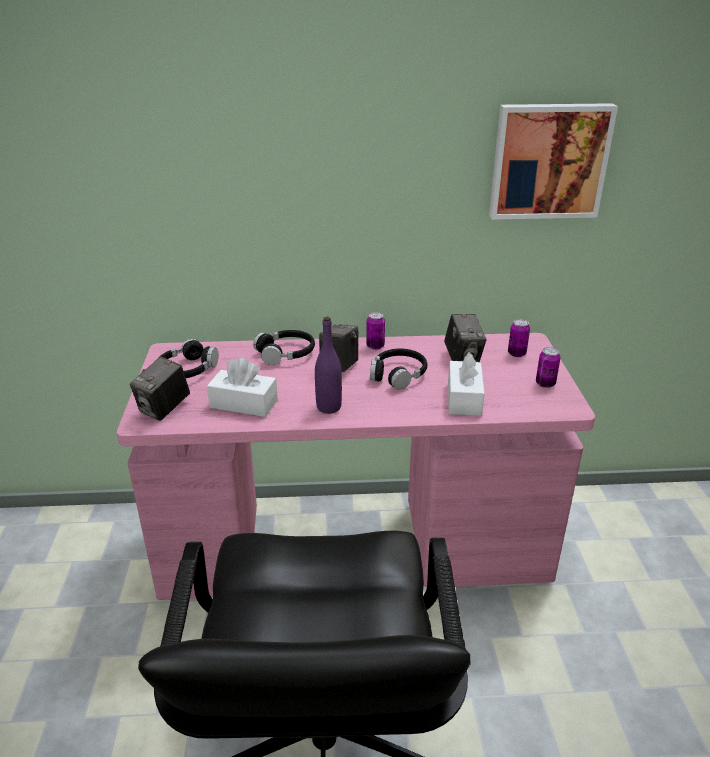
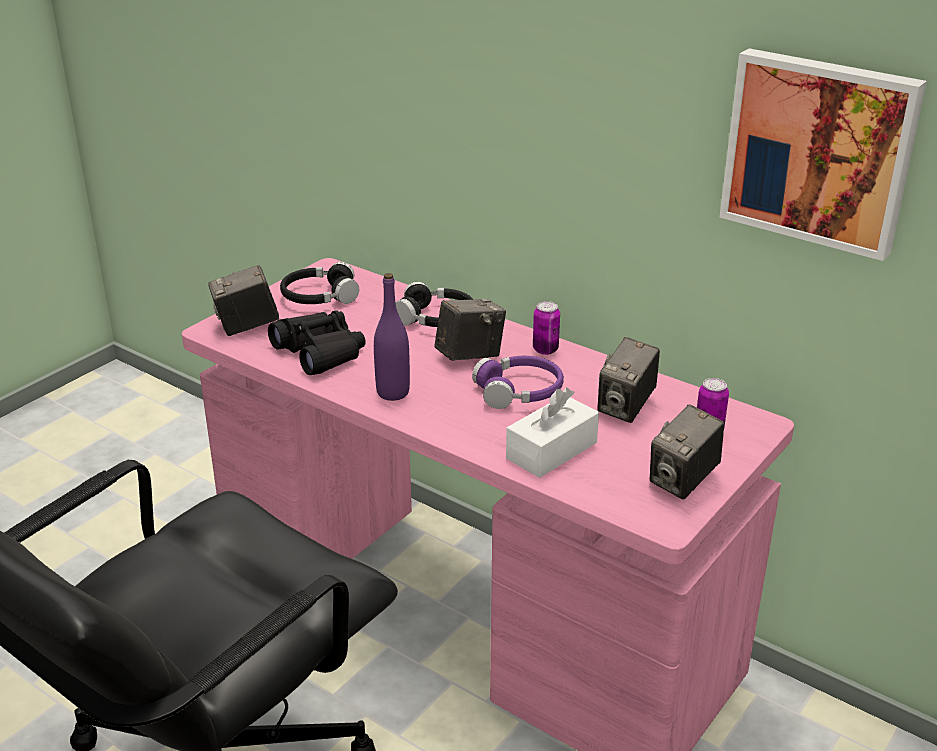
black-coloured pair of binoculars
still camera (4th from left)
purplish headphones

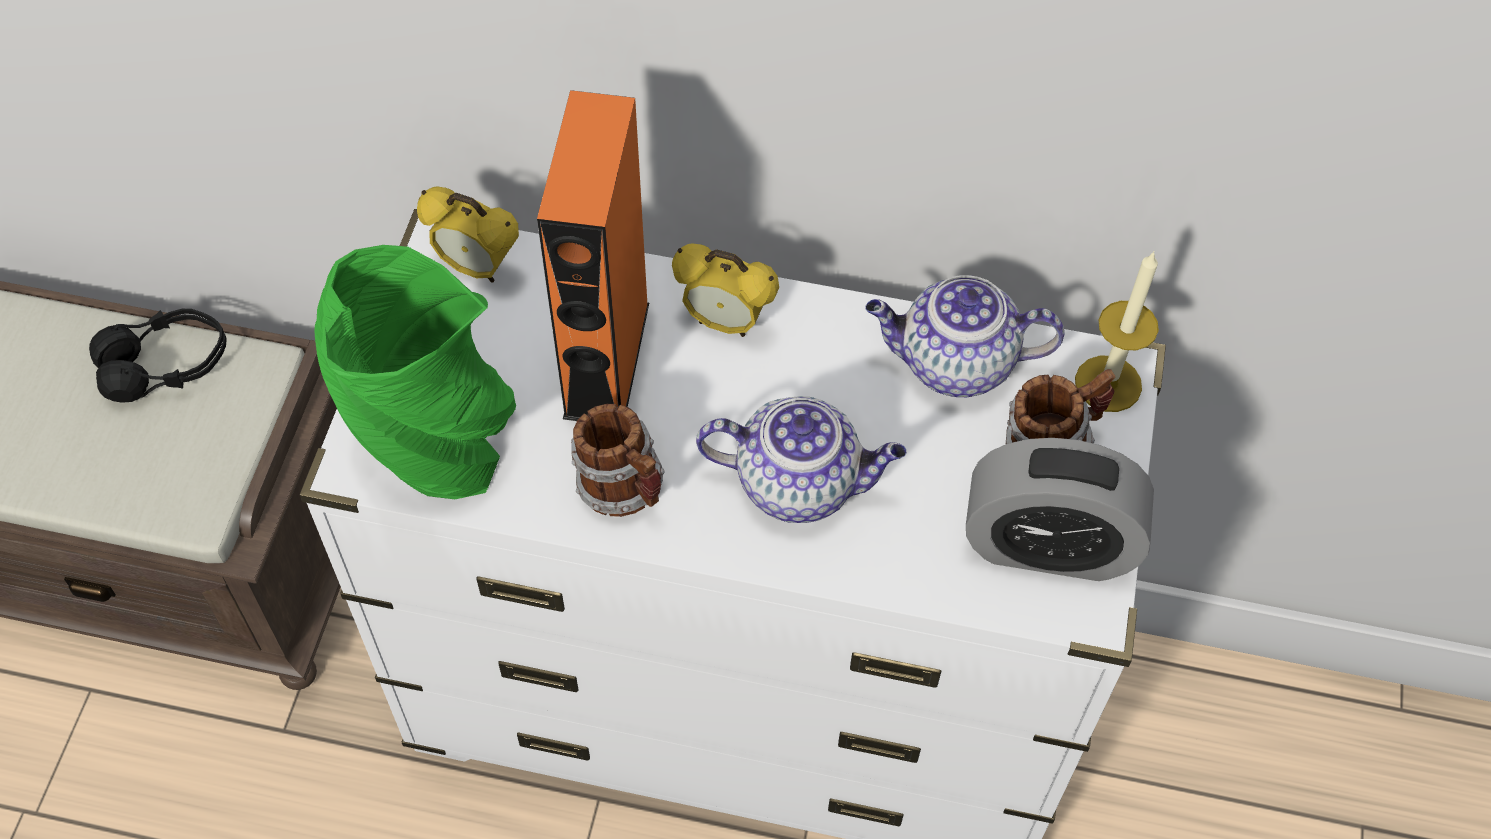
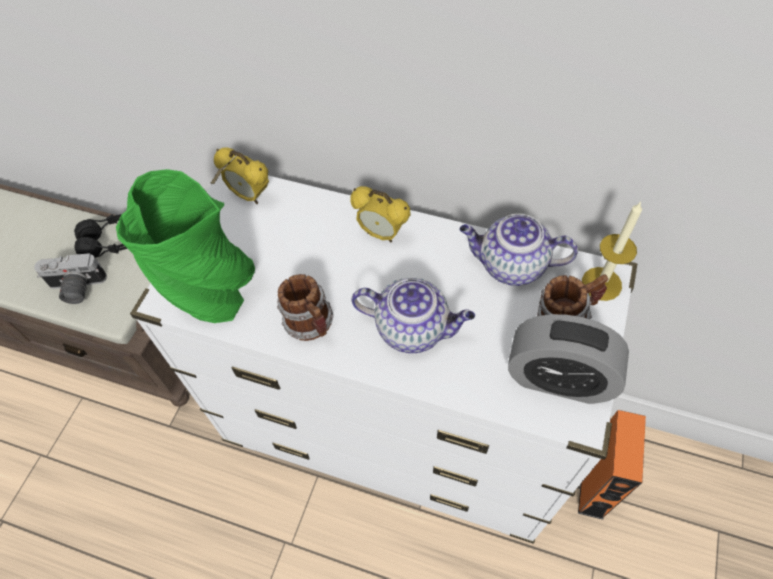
still camera
orangey audio speaker

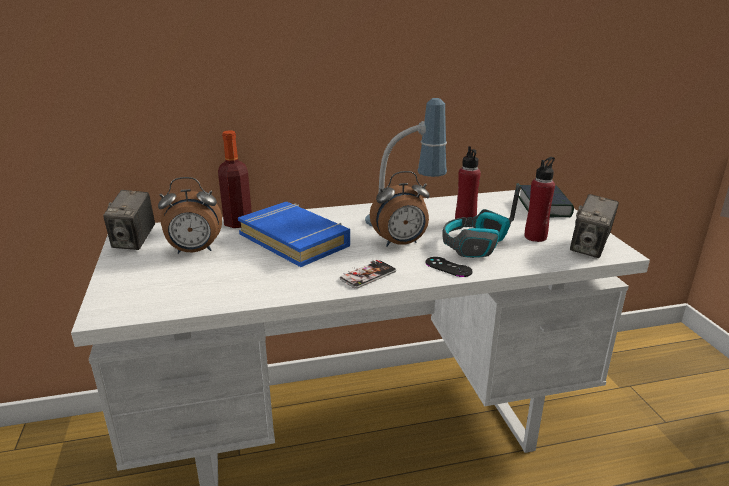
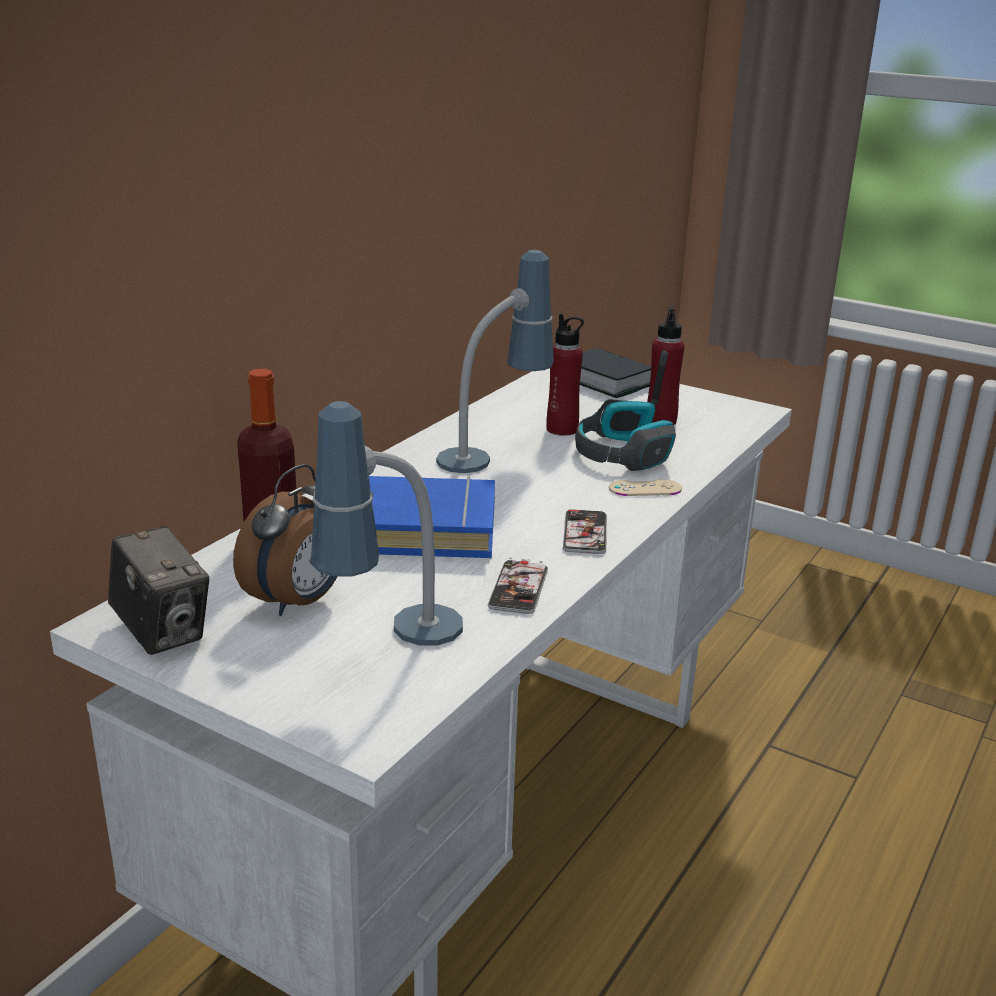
alarm clock (2nd from left in the first image)
still camera (2nd from left in the first image)
table lamp (1st from left)
phone (1st from left)
sand-coloured gamepad

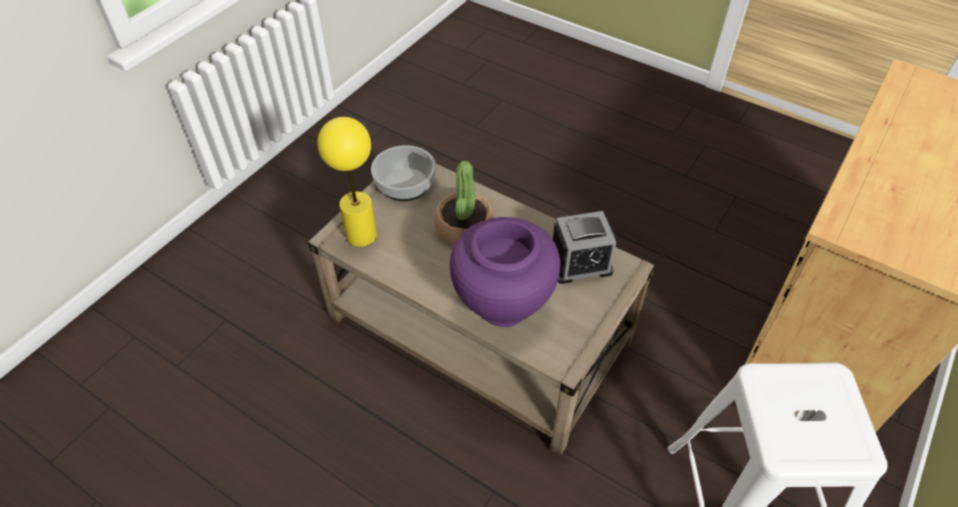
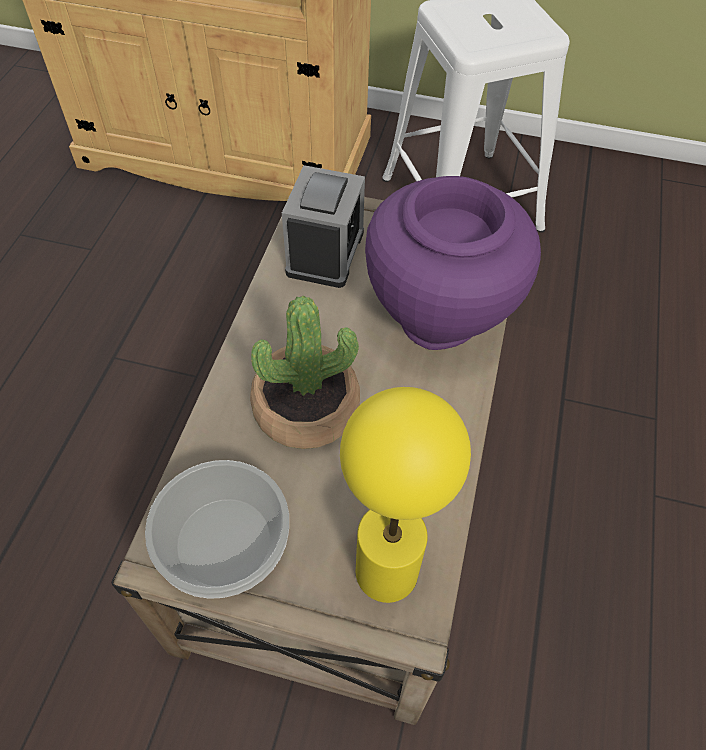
alarm clock

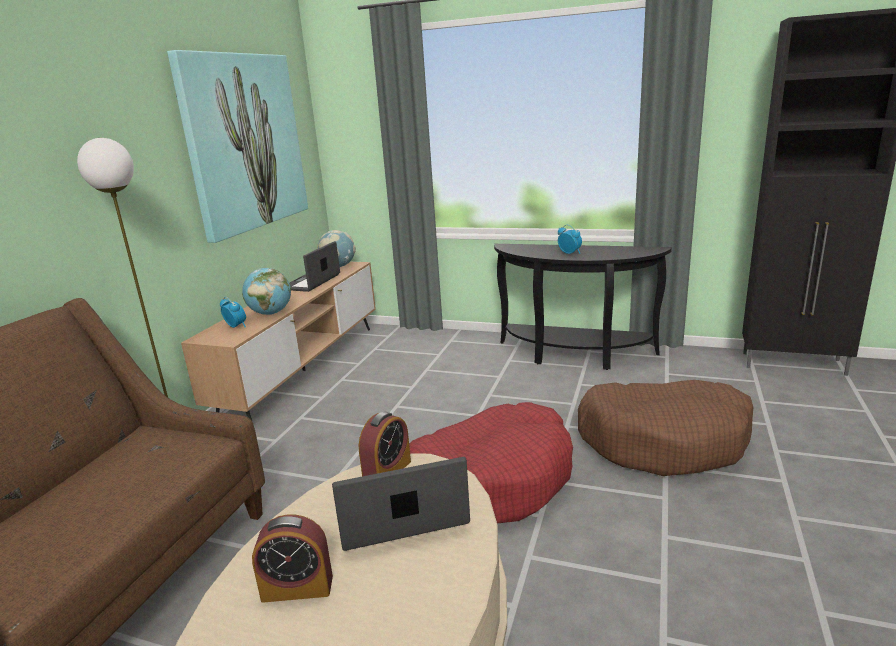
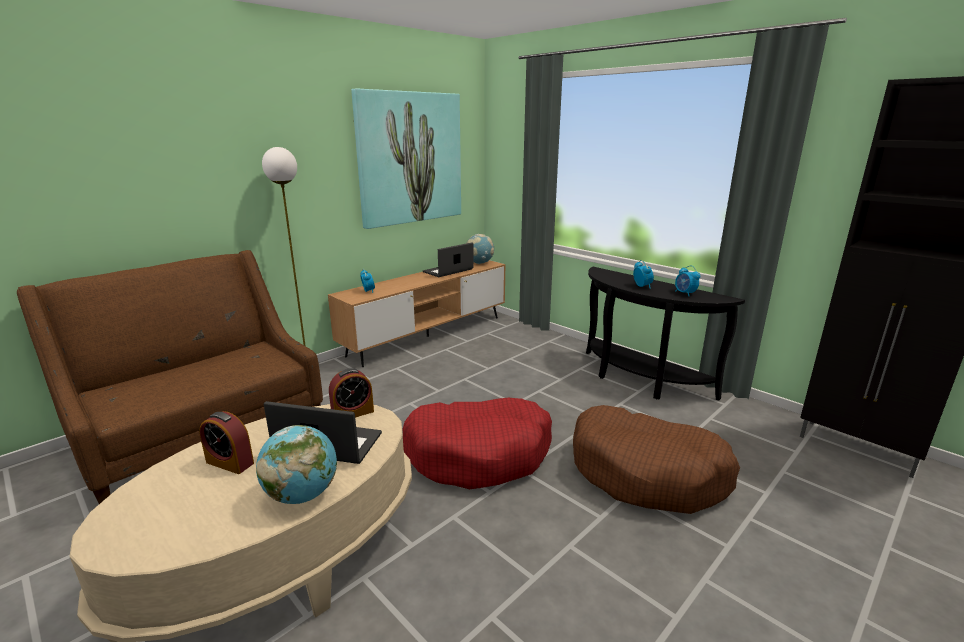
alarm clock (5th from left)
world globe (1st from left)

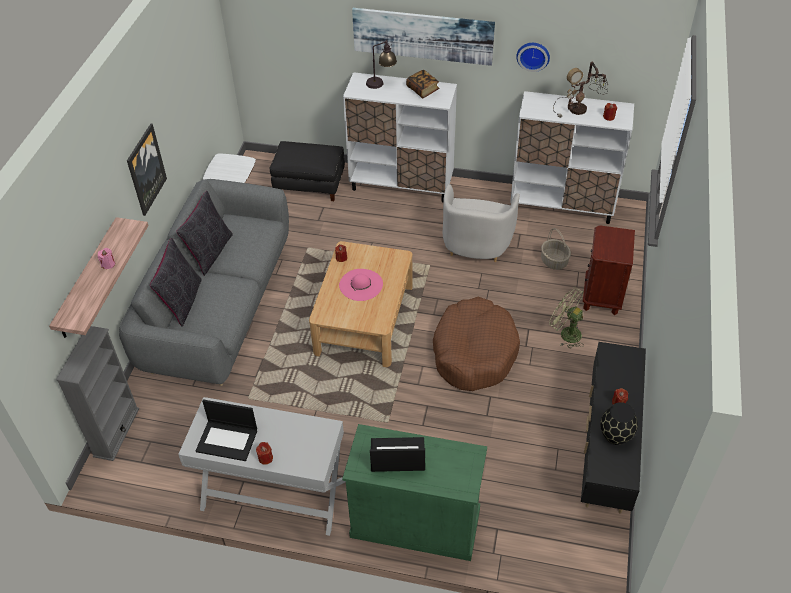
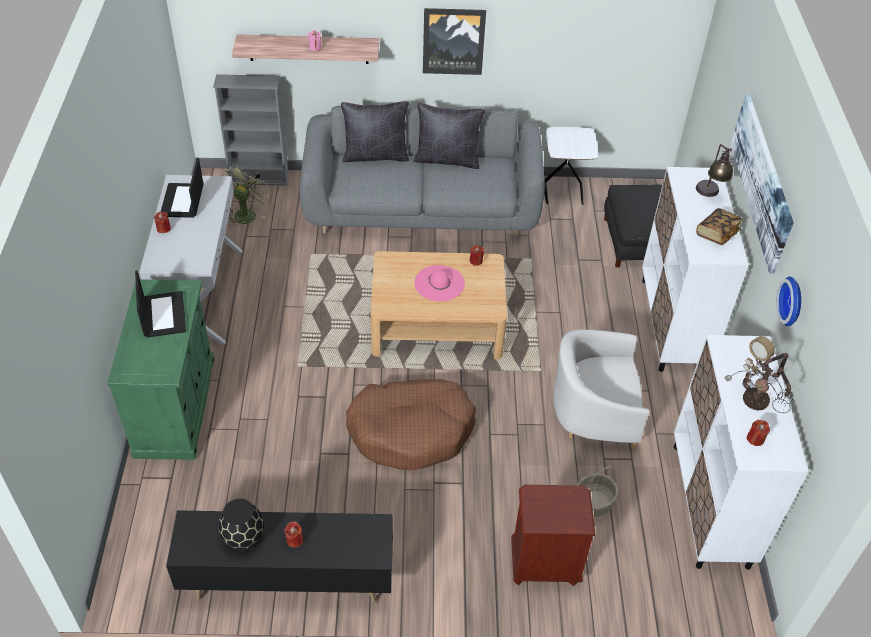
green-coloured electric fan

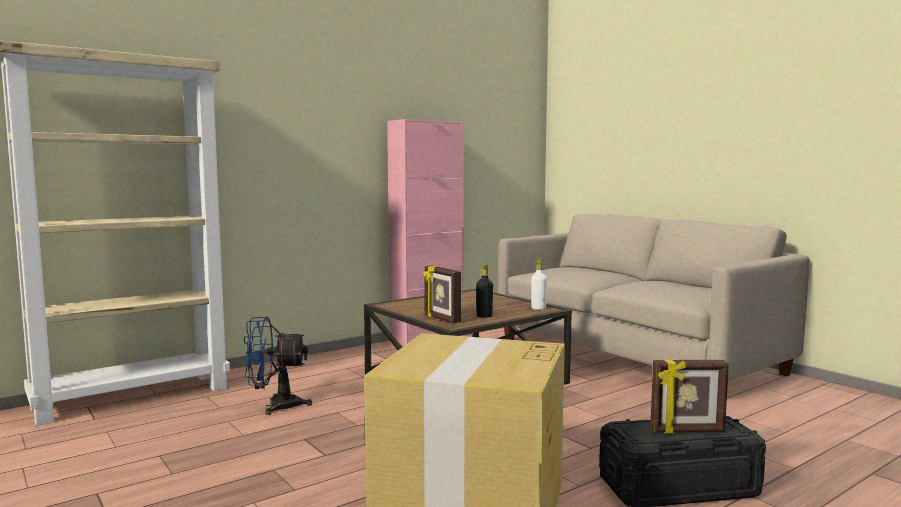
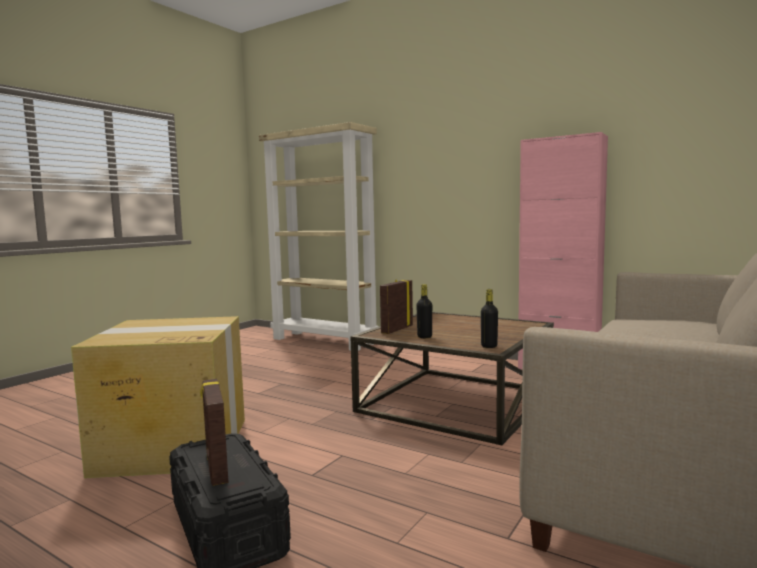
bluish electric fan
black-coloured beverage bottle (2nd from left)

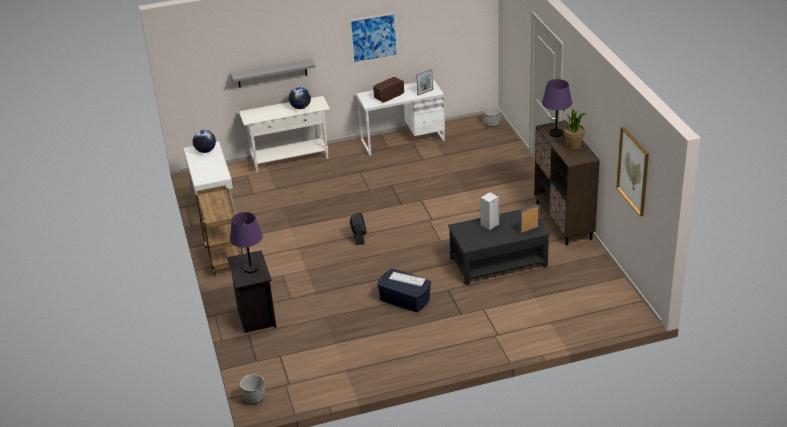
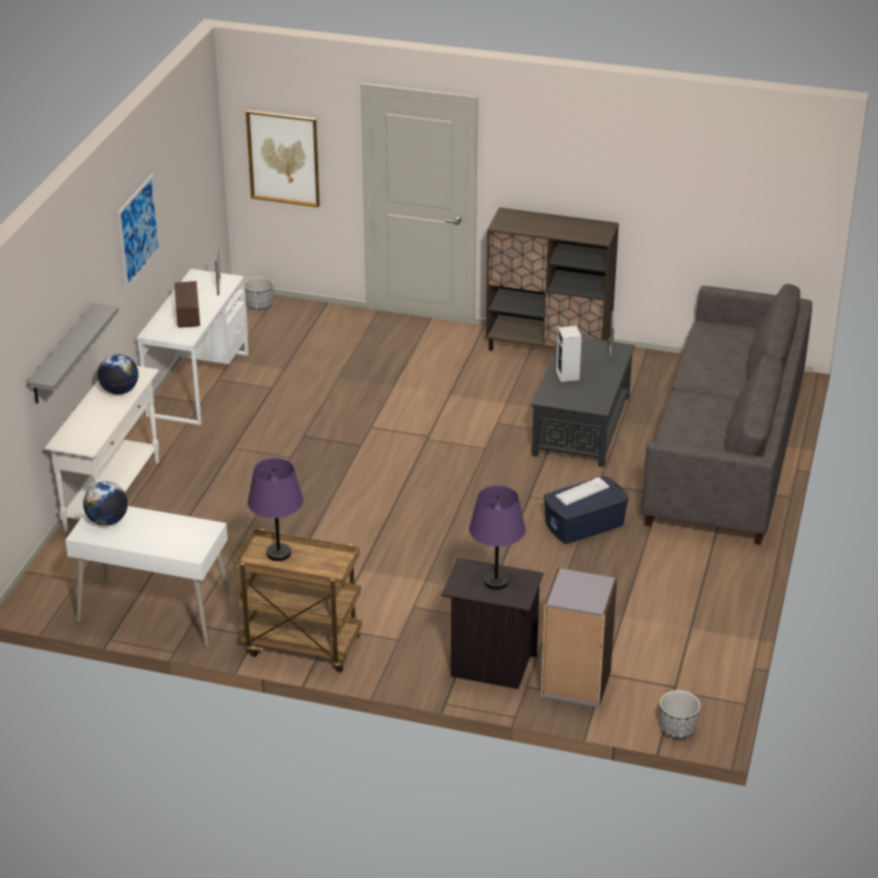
black-coloured electric fan
potted plant
gray bookshelf
gray couch
purplish table lamp (1st from left)
wall picture (2nd from left)

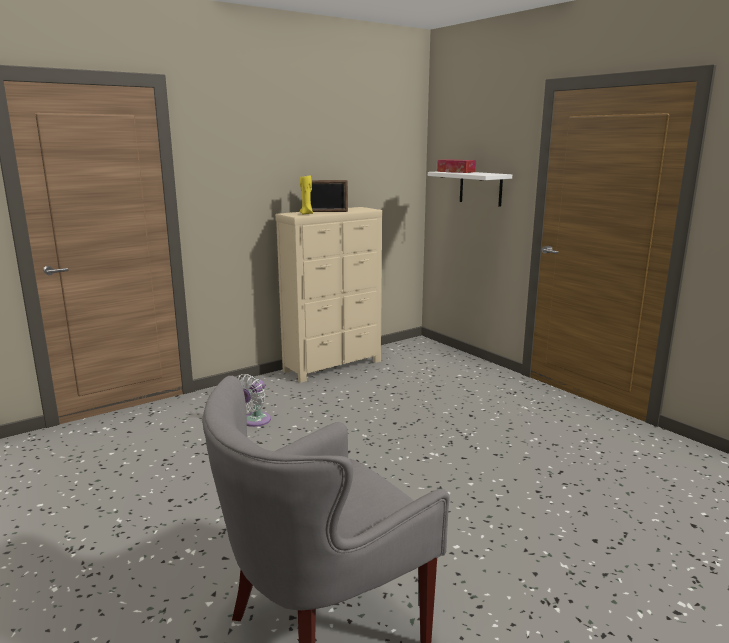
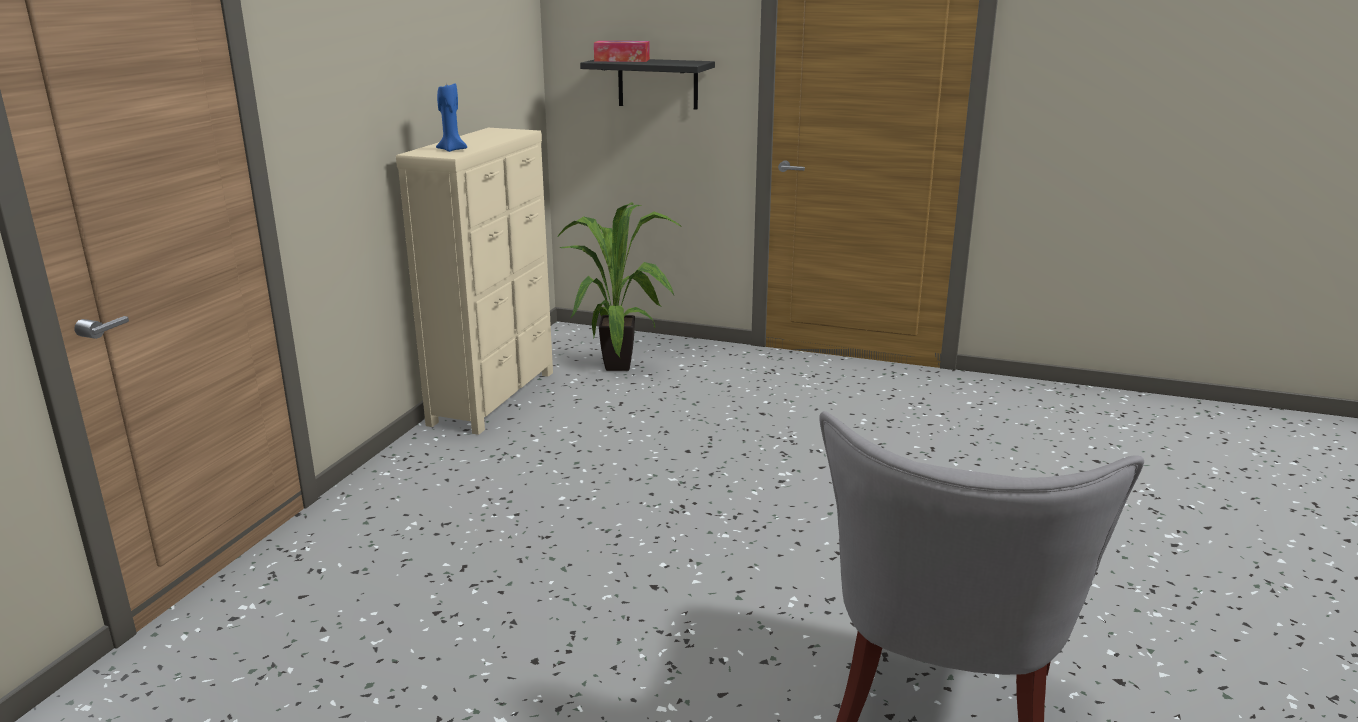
white-coloured electric fan
photo frame
potted plant
bluish wax light
black-coloured bracket shelf

